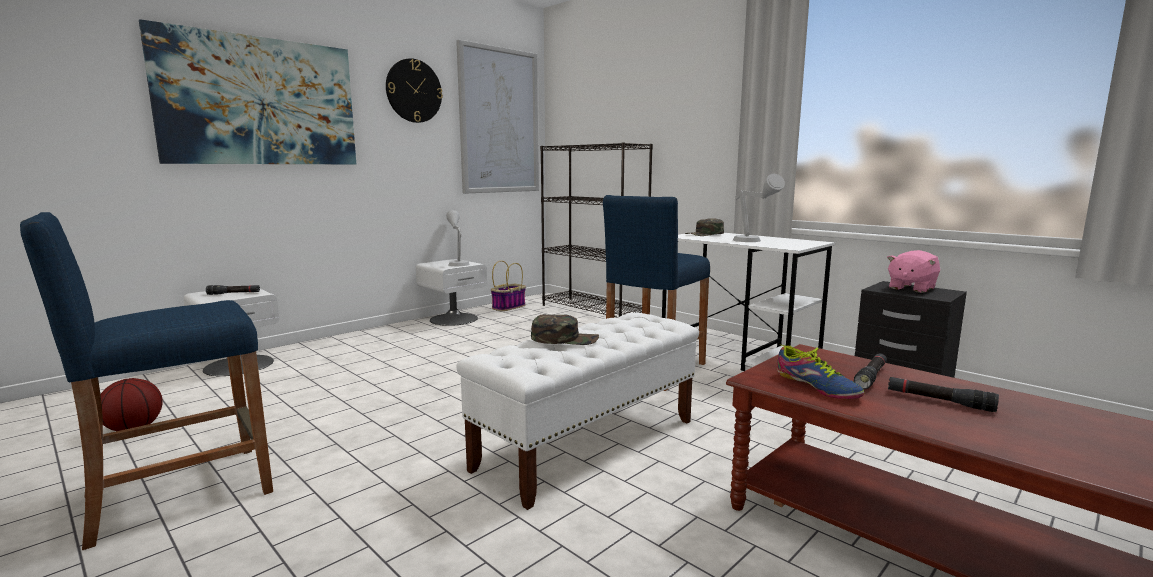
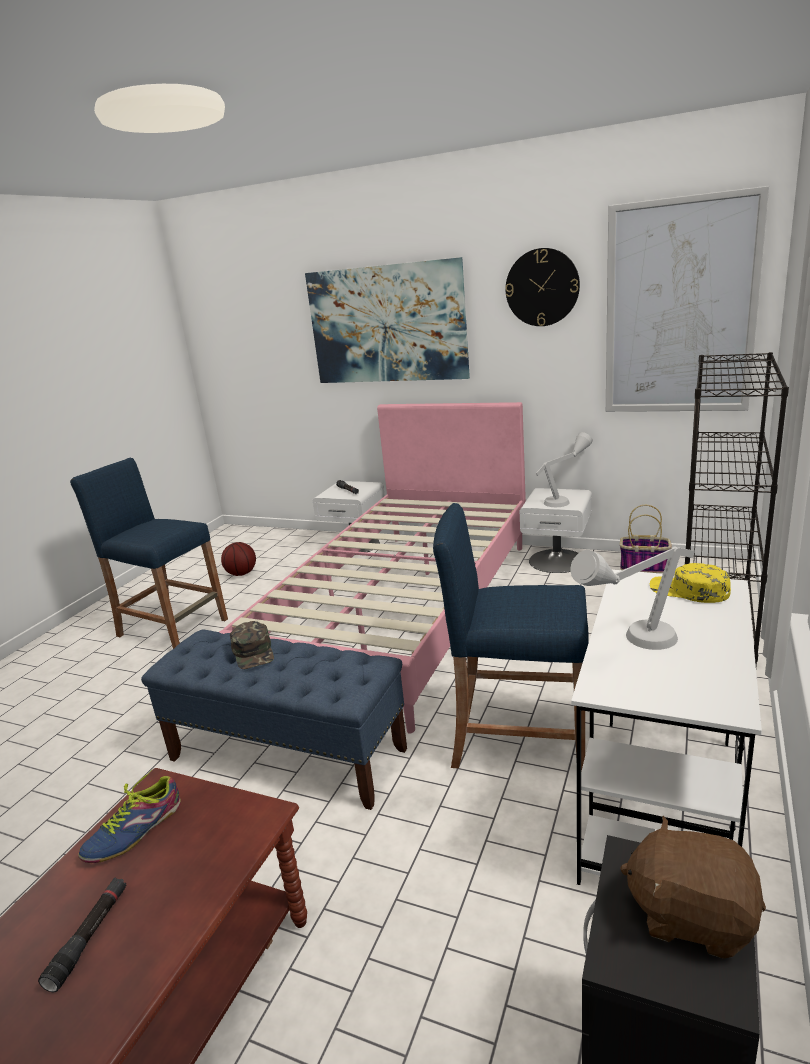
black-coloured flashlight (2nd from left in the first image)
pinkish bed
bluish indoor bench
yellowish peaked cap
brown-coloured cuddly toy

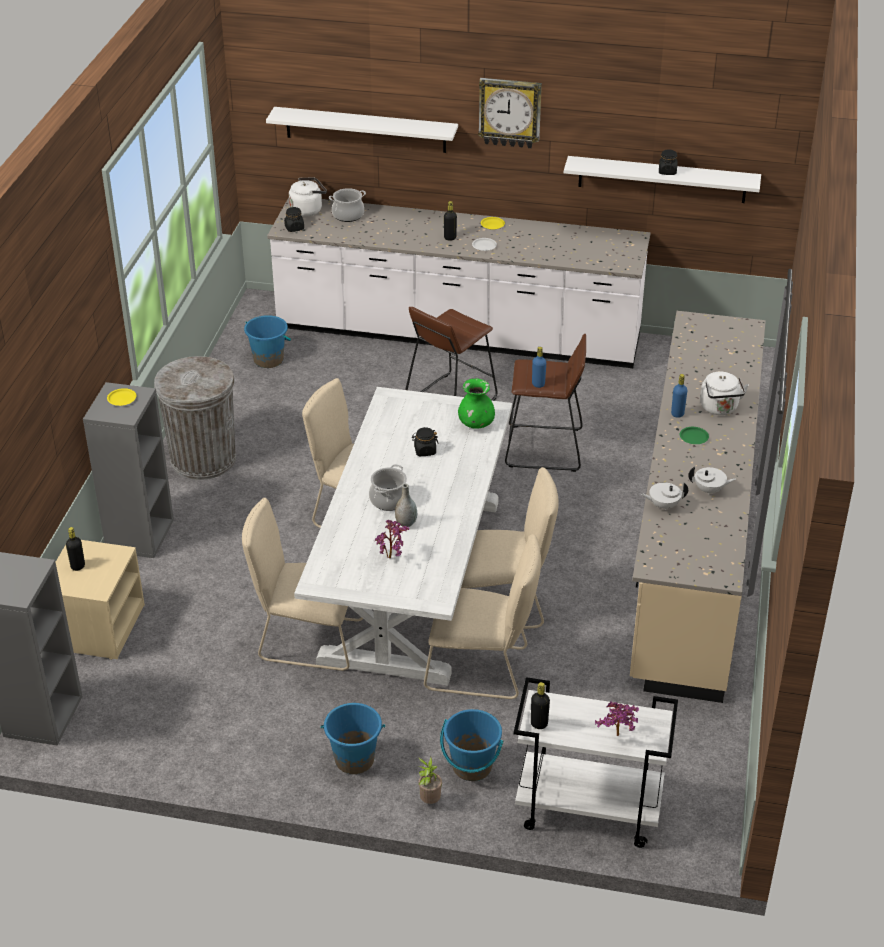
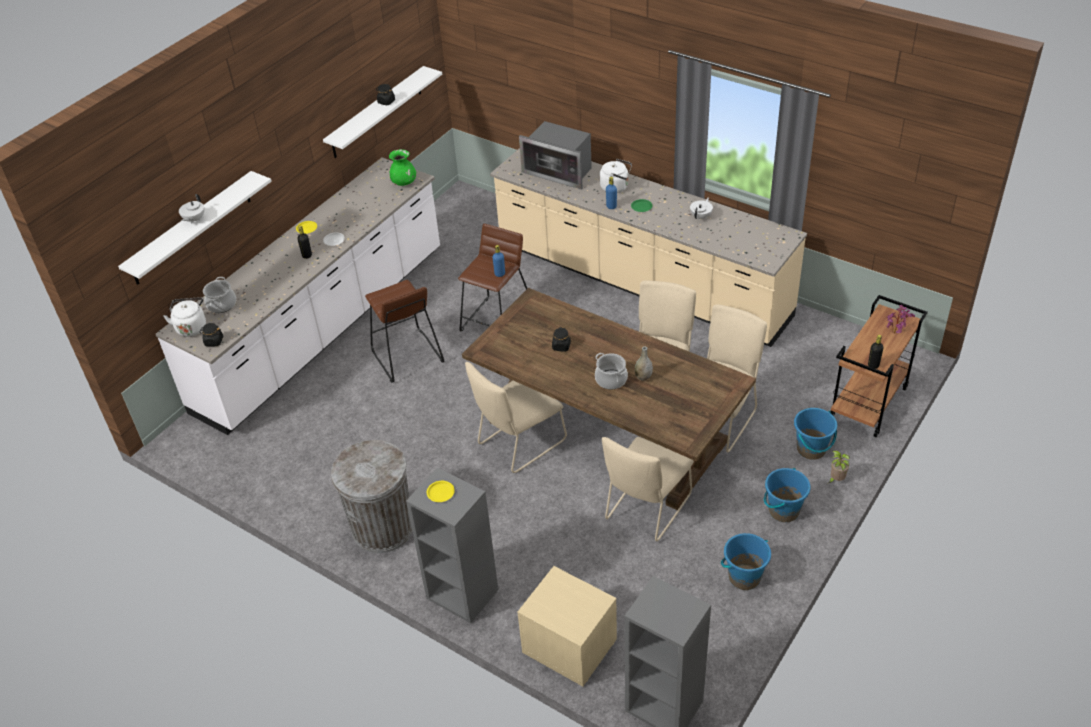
black-coloured beverage bottle (1st from left in the first image)
potted plant (1st from left in the first image)
hanging clock
kitchen microwave
bluish water bucket (1st from left)
green-coloured flower vase
white-coloured teapot (1st from left)
brown-coloured dinner table
brown-coloured cart

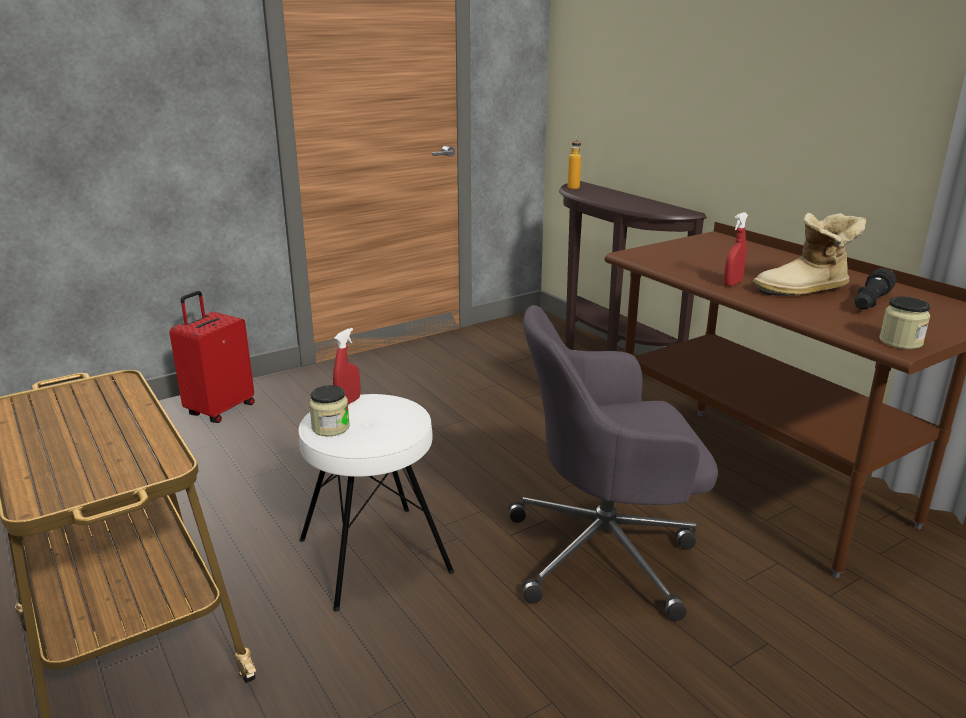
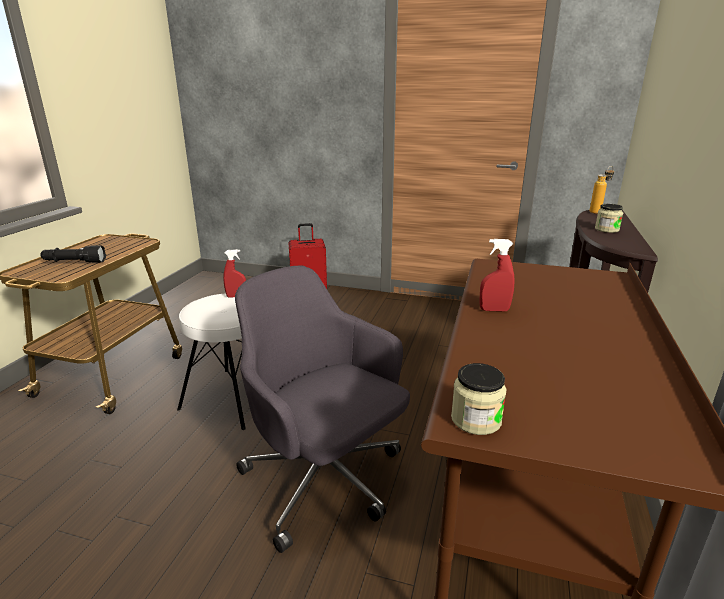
high-top boot
storage jar (2nd from left)
black-coloured flashlight

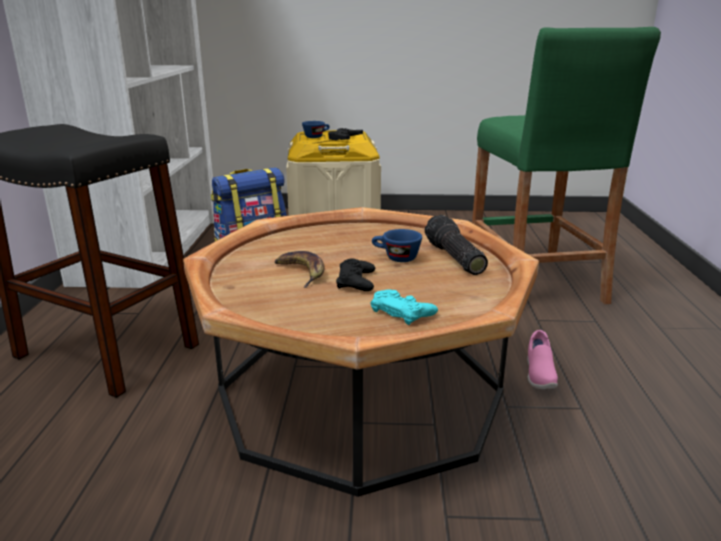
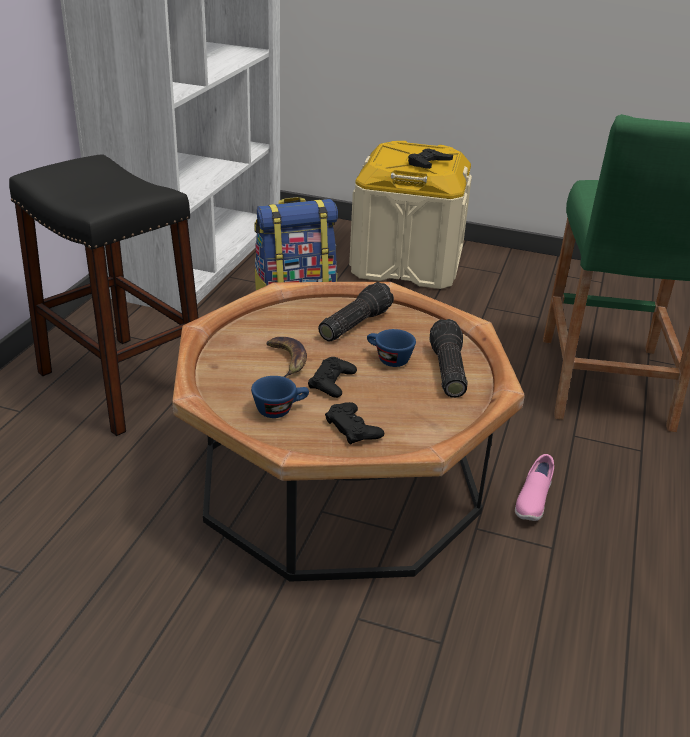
flashlight (1st from left)
bluish cup (1st from left)
black-coloured gamepad (2nd from left)

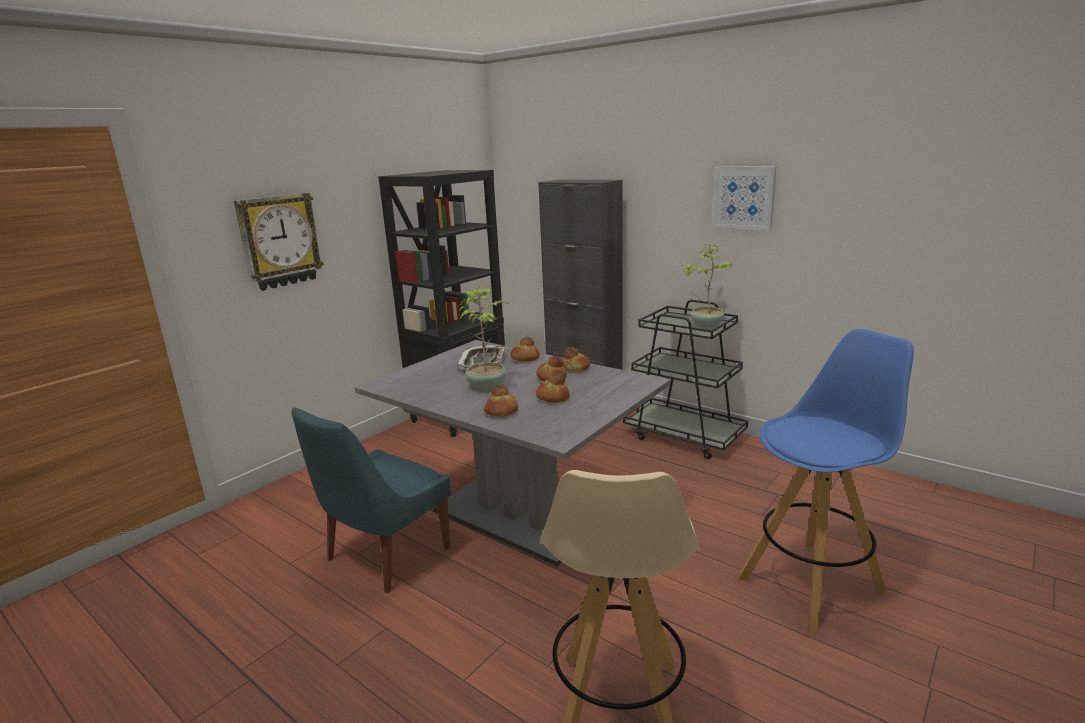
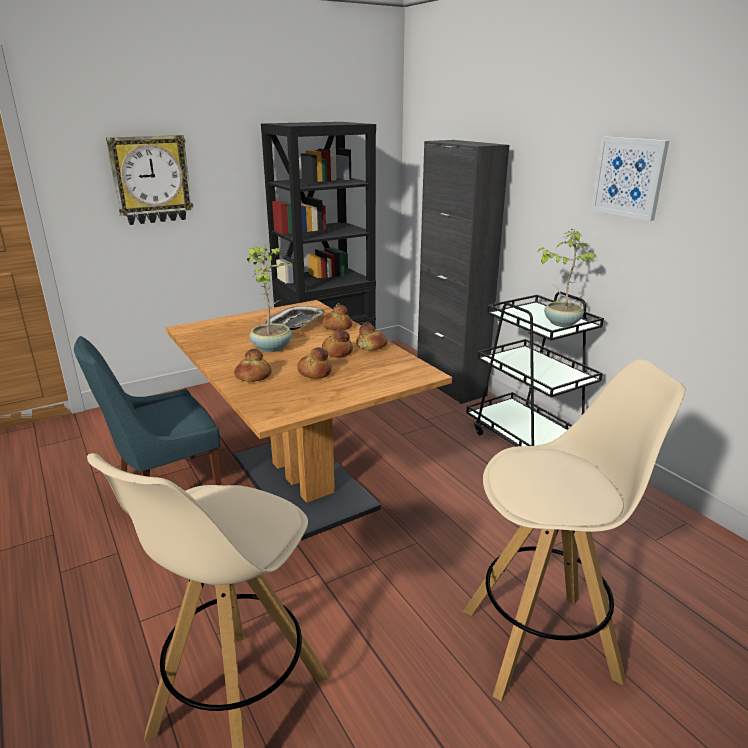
brown-coloured dinner table
sand-coloured sitting stool (2nd from left)

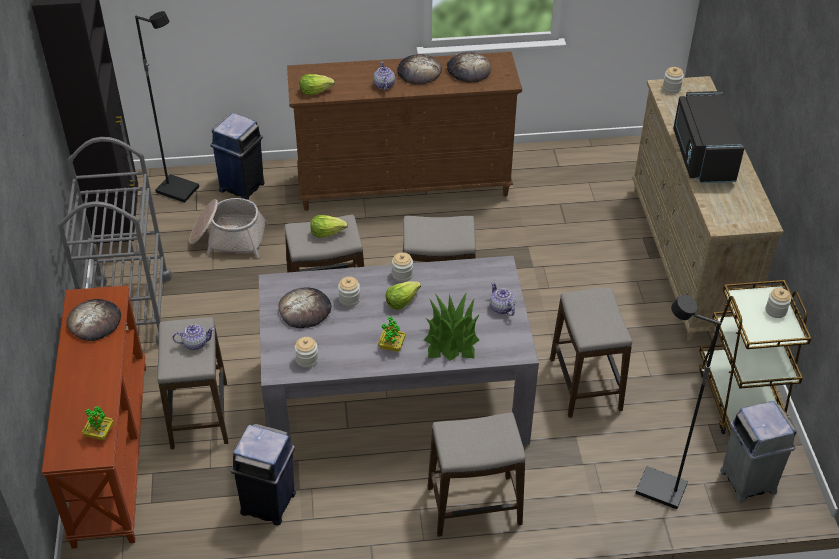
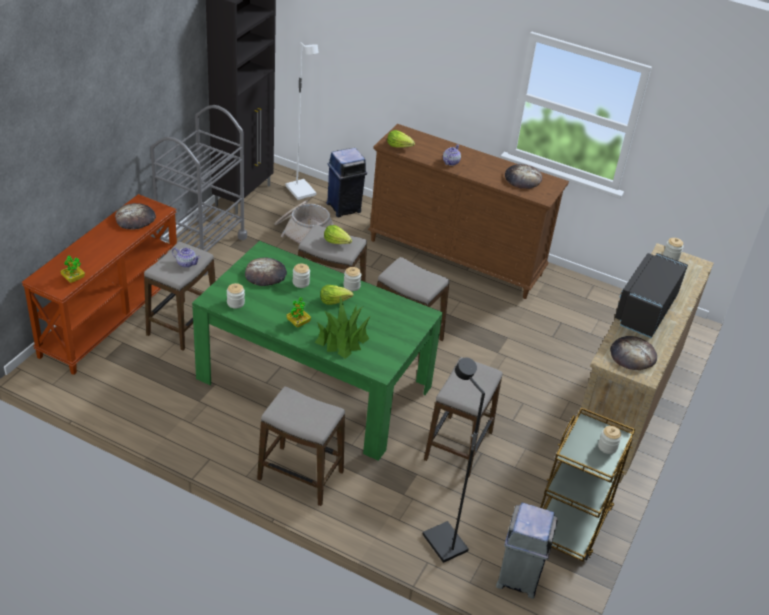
bluish trash can (2nd from left in the first image)
teapot (3rd from left in the first image)
baked bread (4th from left)
white-coloured floor lamp
green-coloured dinner table

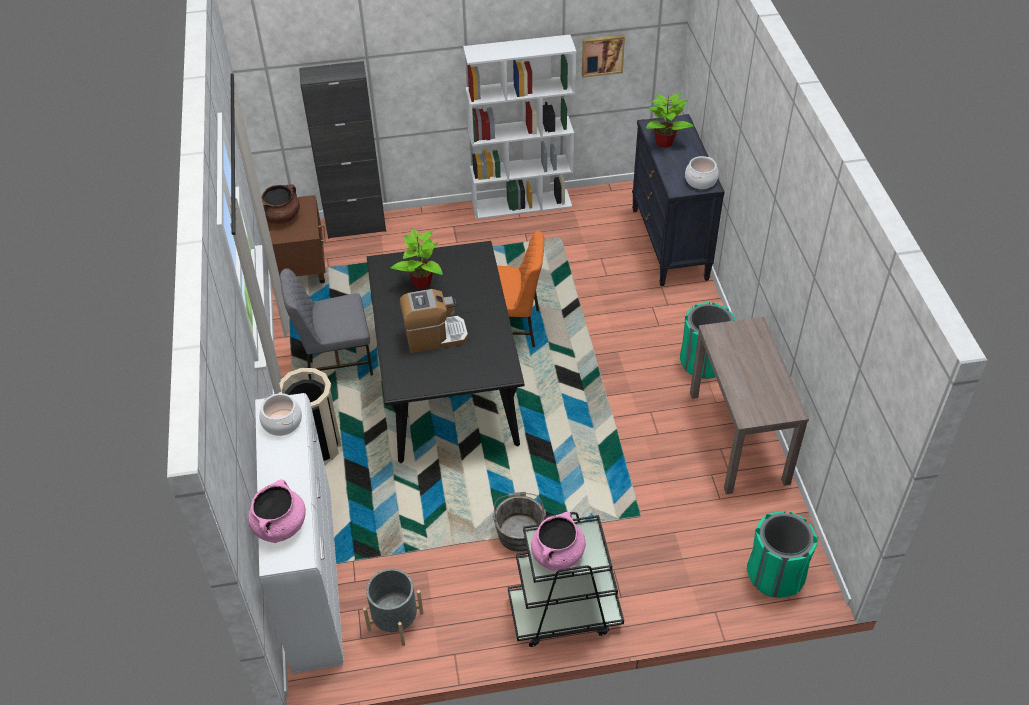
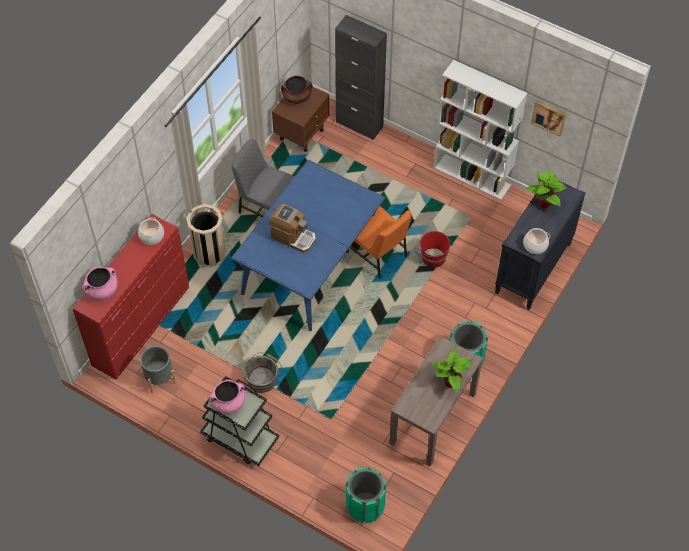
red water bucket
potted plant (1st from left)
red drawer chest
bluish dinner table

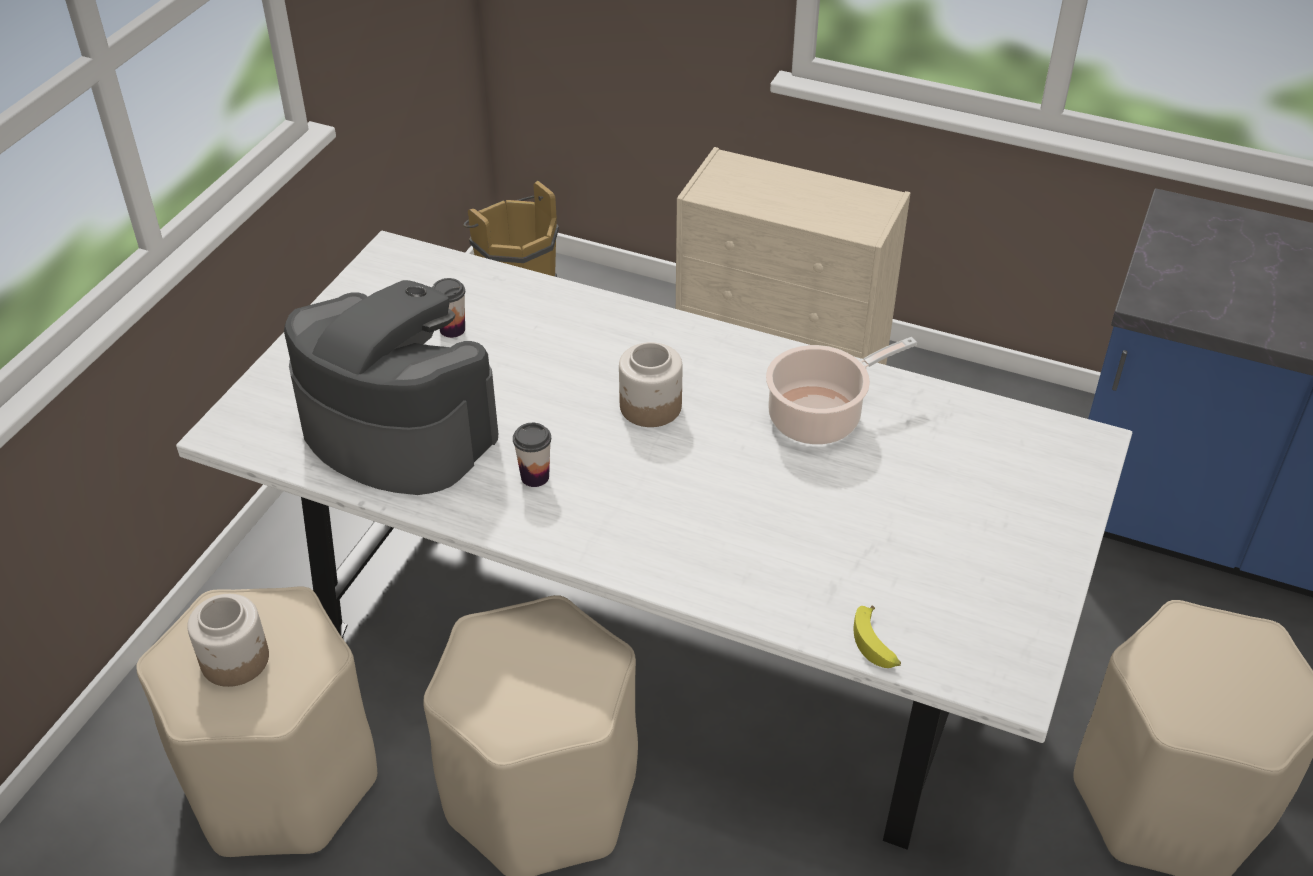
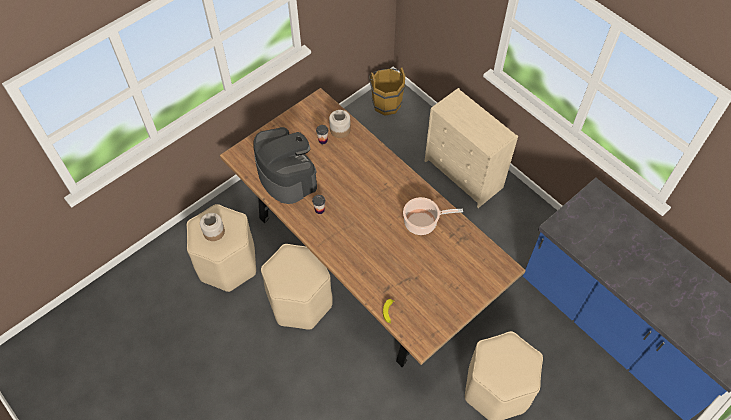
storage jar (2nd from left)
brown-coloured dinner table

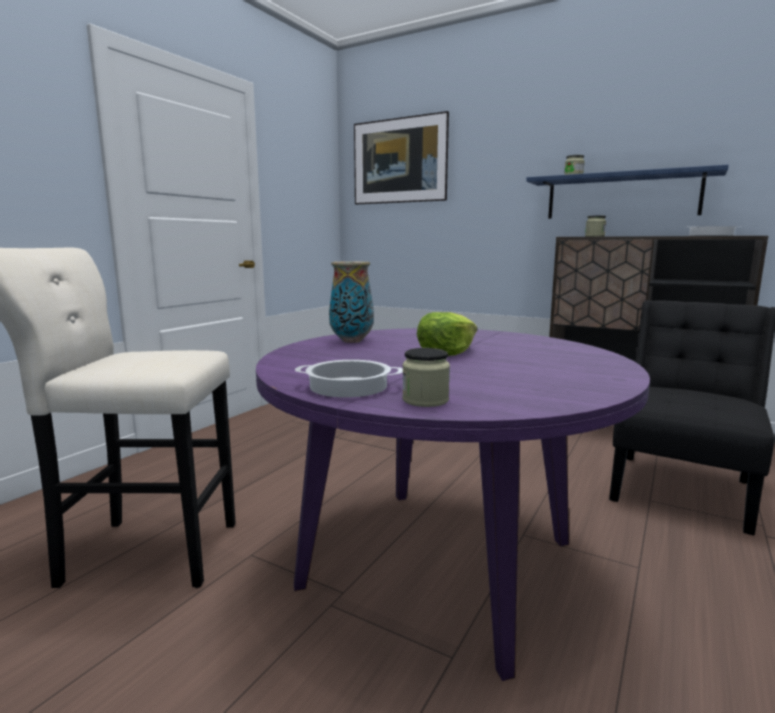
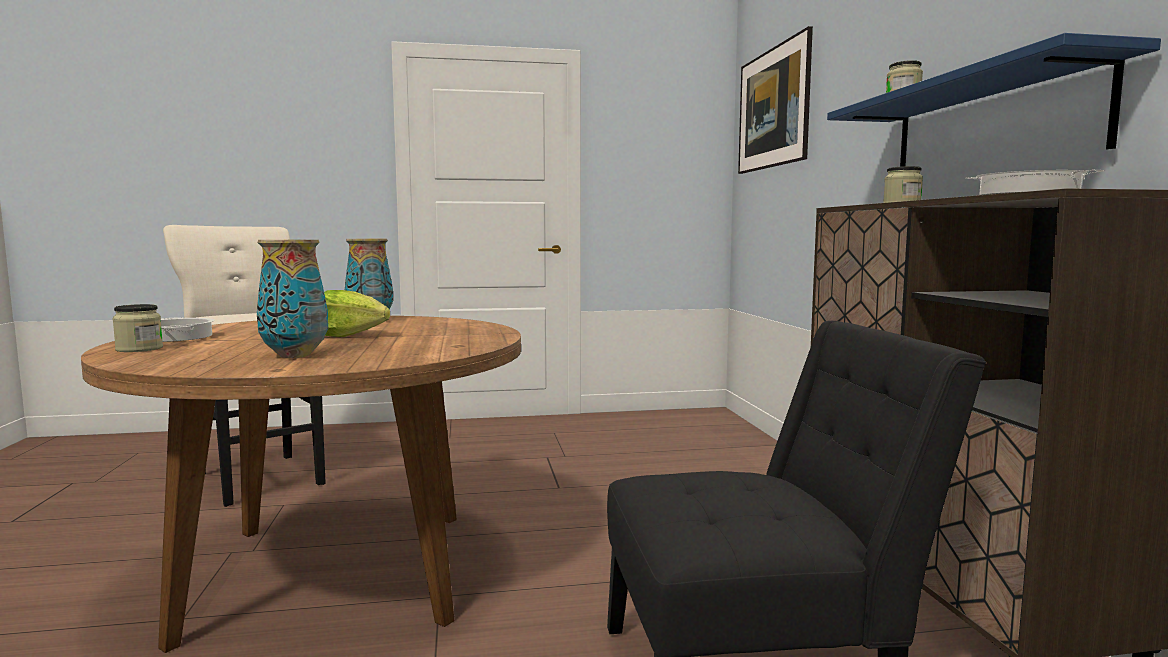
flower vase (1st from left)
brown-coloured dinner table

